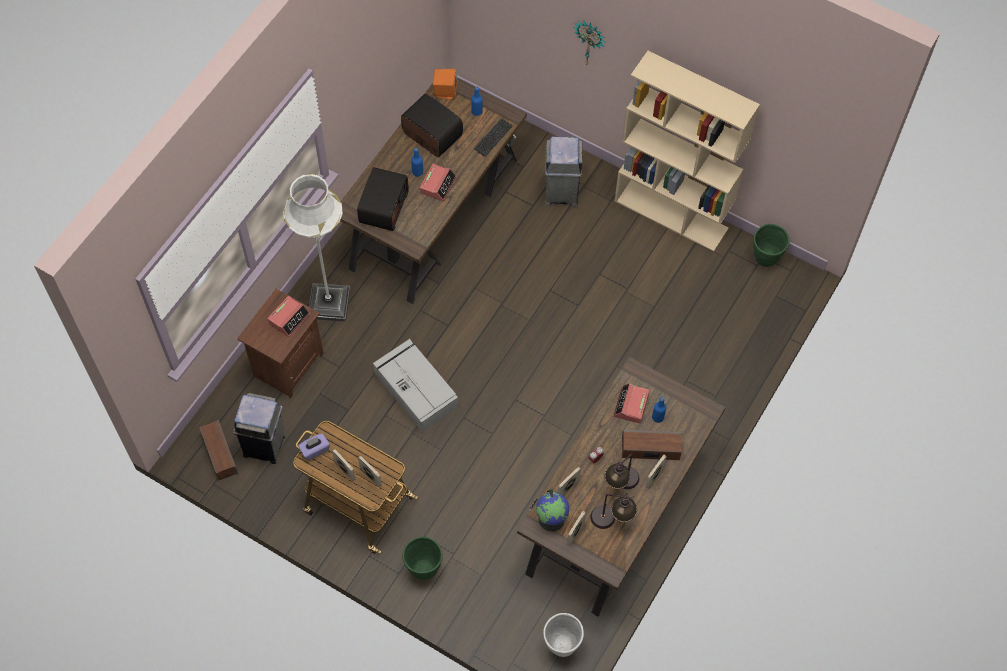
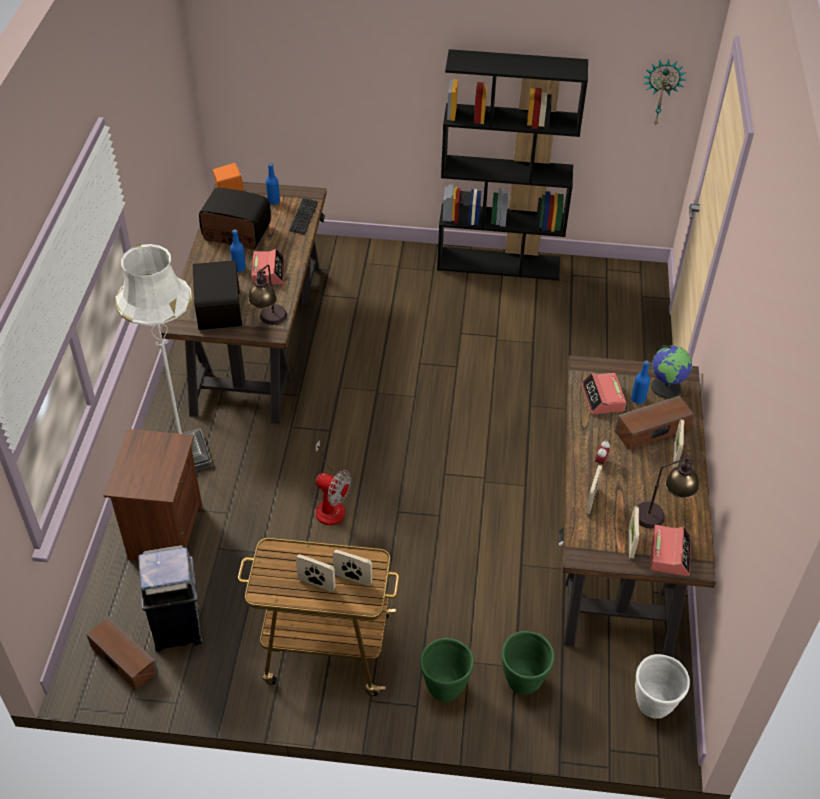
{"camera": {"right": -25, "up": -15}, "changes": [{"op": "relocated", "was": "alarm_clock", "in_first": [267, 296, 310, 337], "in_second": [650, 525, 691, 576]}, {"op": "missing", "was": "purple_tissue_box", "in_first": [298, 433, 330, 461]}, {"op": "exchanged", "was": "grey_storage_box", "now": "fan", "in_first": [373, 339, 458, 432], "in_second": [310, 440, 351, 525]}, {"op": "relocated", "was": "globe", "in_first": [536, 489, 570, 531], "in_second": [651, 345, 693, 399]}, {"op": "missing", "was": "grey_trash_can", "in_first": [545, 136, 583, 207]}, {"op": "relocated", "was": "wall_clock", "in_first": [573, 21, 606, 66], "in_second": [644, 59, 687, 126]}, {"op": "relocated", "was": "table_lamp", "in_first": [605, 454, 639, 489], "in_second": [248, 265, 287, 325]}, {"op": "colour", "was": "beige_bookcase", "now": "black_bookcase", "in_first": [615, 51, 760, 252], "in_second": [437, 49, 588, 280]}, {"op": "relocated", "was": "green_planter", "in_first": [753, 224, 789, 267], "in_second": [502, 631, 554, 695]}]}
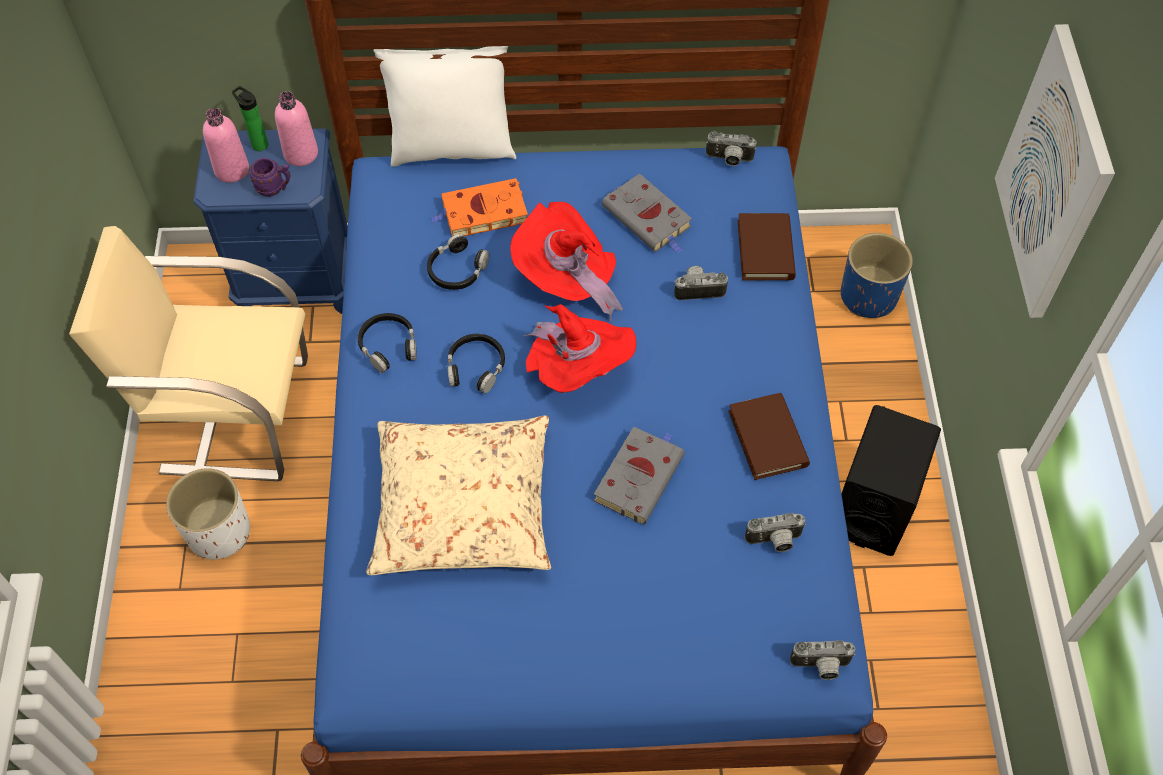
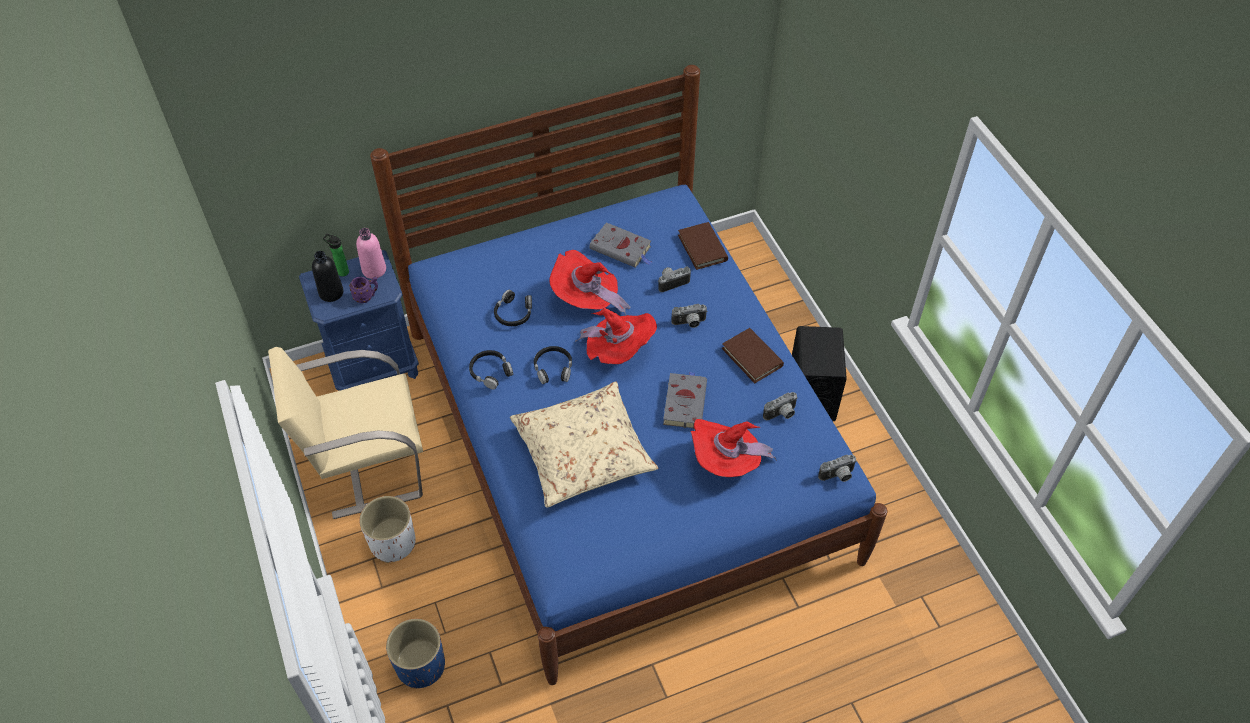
{"camera": {"right": -20, "up": -5}, "changes": [{"op": "colour", "was": "pink_bottle", "now": "black_bottle", "in_first": [203, 108, 249, 183], "in_second": [312, 251, 344, 302]}, {"op": "missing", "was": "white_pillow", "in_first": [373, 46, 516, 167]}, {"op": "missing", "was": "orange_book", "in_first": [431, 178, 528, 236]}, {"op": "relocated", "was": "photo_camera", "in_first": [706, 131, 756, 166], "in_second": [671, 304, 708, 328]}, {"op": "relocated", "was": "blue_planter", "in_first": [841, 233, 913, 318], "in_second": [386, 619, 445, 688]}, {"op": "missing", "was": "picture", "in_first": [995, 24, 1115, 318]}, {"op": "appeared", "now": "red_hat", "in_second": [691, 419, 777, 477]}]}
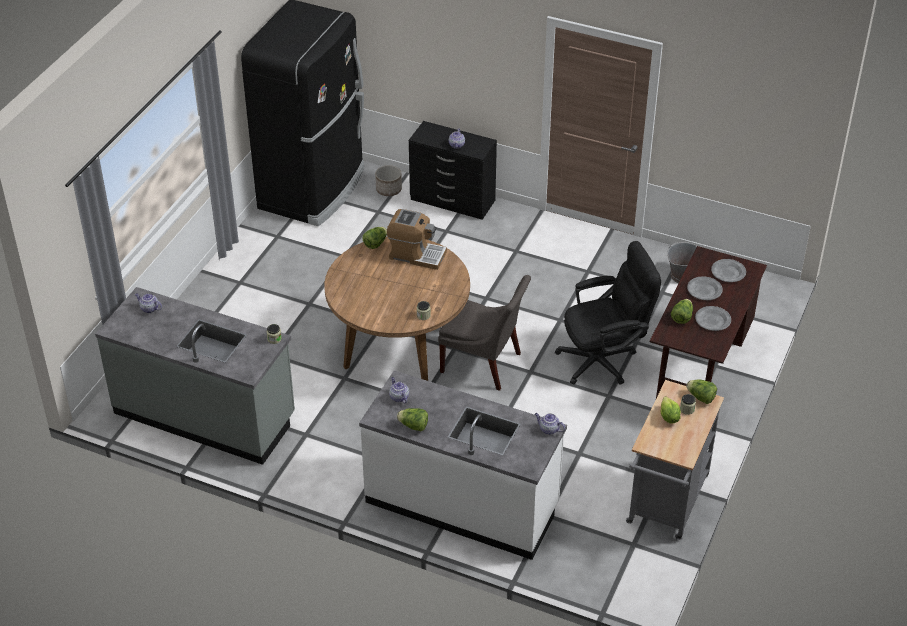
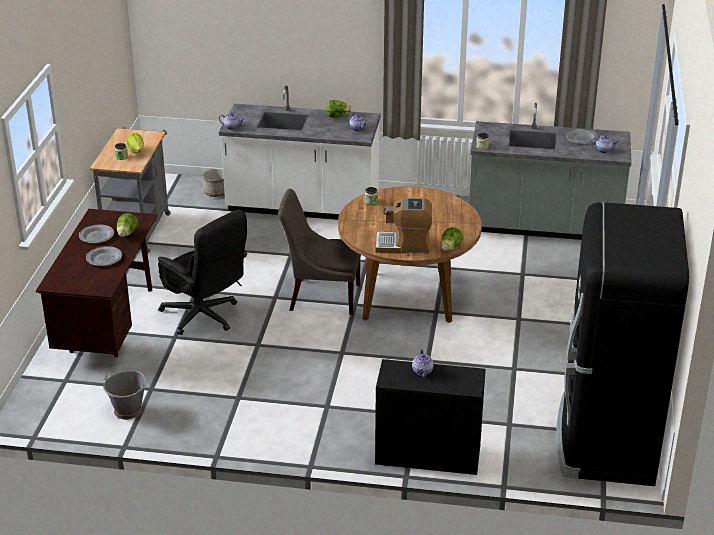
{"camera": {"right": 165, "up": -10}, "changes": [{"op": "relocated", "was": "planter", "in_first": [375, 165, 402, 196], "in_second": [203, 168, 225, 197]}, {"op": "spun", "was": "black_office_chair", "in_first": [555, 241, 661, 385], "in_second": [158, 210, 247, 335], "clockwise": -105}, {"op": "missing", "was": "lettuce", "in_first": [686, 379, 717, 404]}, {"op": "relocated", "was": "grey_plate", "in_first": [711, 259, 746, 282], "in_second": [566, 129, 598, 144]}]}
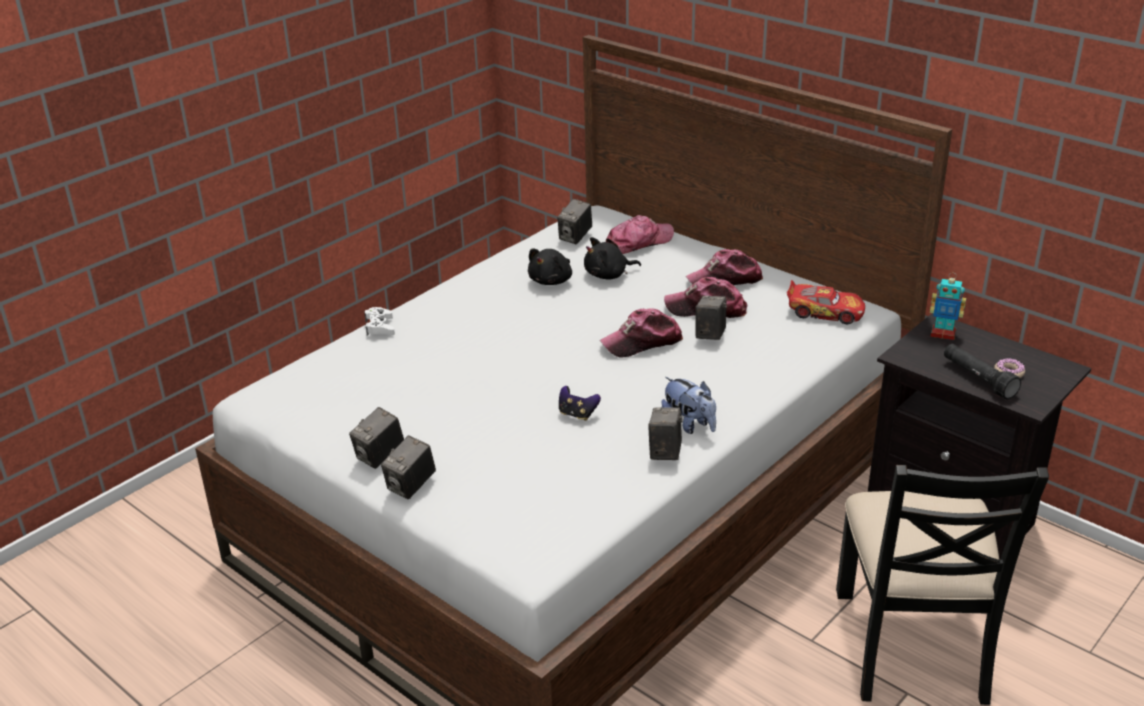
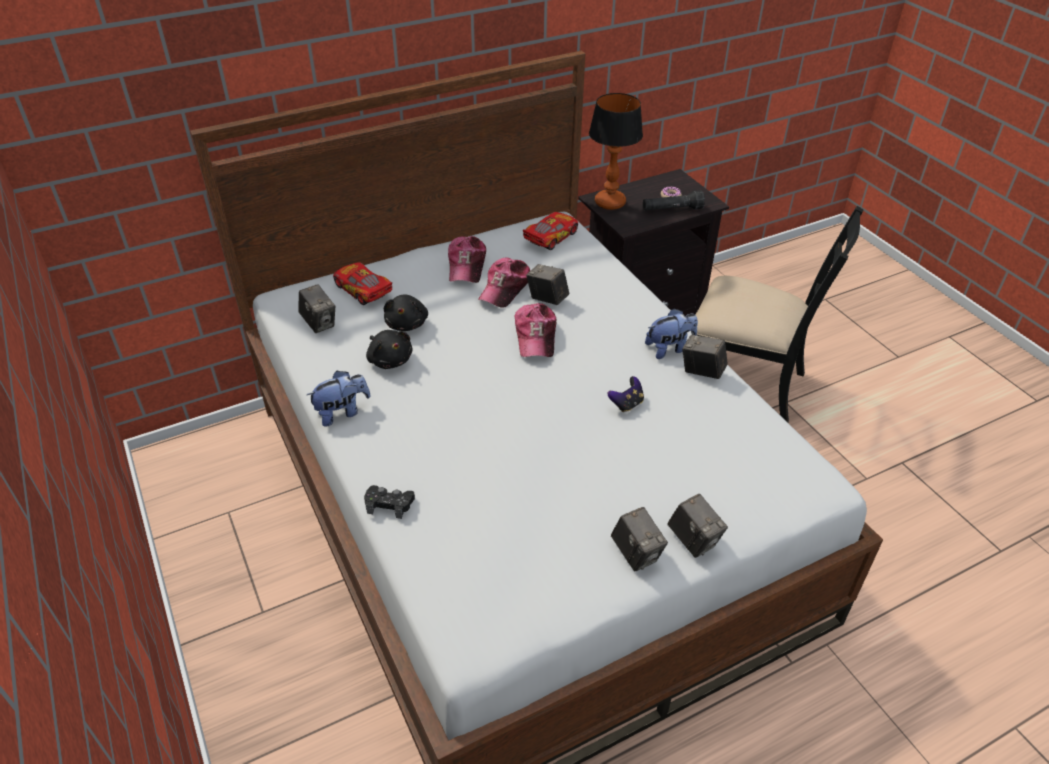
{"camera": {"right": -70, "up": 10}, "changes": [{"op": "colour", "was": "white_game_controller", "now": "black_game_controller", "in_first": [364, 307, 395, 336], "in_second": [364, 485, 415, 519]}, {"op": "exchanged", "was": "cap", "now": "toy_car", "in_first": [606, 215, 674, 254], "in_second": [333, 262, 392, 305]}, {"op": "exchanged", "was": "toy_robot", "now": "table_lamp", "in_first": [930, 272, 966, 340], "in_second": [589, 93, 643, 210]}, {"op": "appeared", "now": "plush_toy", "in_second": [307, 371, 371, 427]}]}
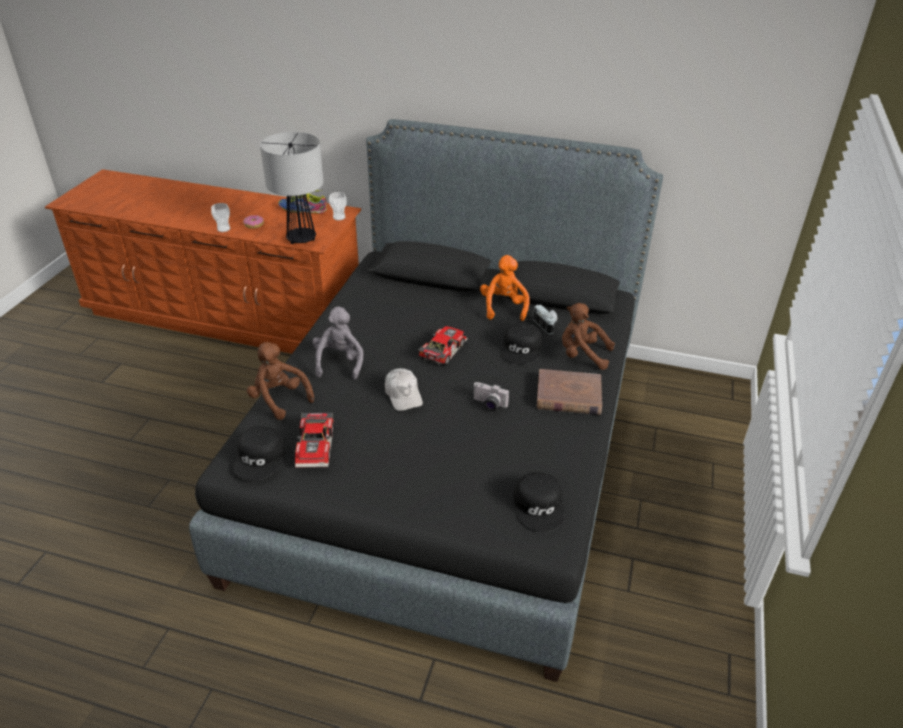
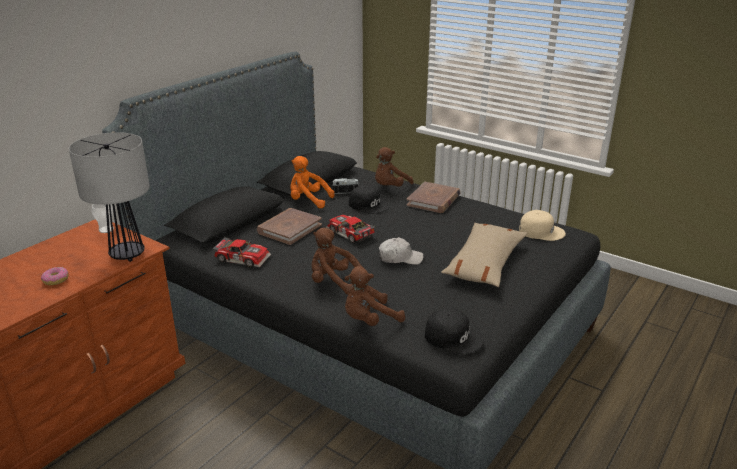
{"camera": {"right": -70, "up": -10}, "changes": [{"op": "missing", "was": "cup", "in_first": [211, 203, 230, 232]}, {"op": "missing", "was": "shoe", "in_first": [278, 190, 327, 214]}, {"op": "relocated", "was": "toy_car", "in_first": [295, 412, 334, 468], "in_second": [212, 237, 271, 267]}, {"op": "colour", "was": "grey_plush_toy", "now": "brown_plush_toy", "in_first": [312, 307, 363, 380], "in_second": [311, 228, 362, 295]}, {"op": "missing", "was": "photo_camera", "in_first": [473, 382, 509, 411]}, {"op": "colour", "was": "black_cap", "now": "beige_cap", "in_first": [513, 472, 565, 532], "in_second": [519, 210, 566, 241]}, {"op": "appeared", "now": "brown_book", "in_second": [257, 208, 322, 245]}, {"op": "appeared", "now": "beige_pillow", "in_second": [441, 223, 527, 287]}]}
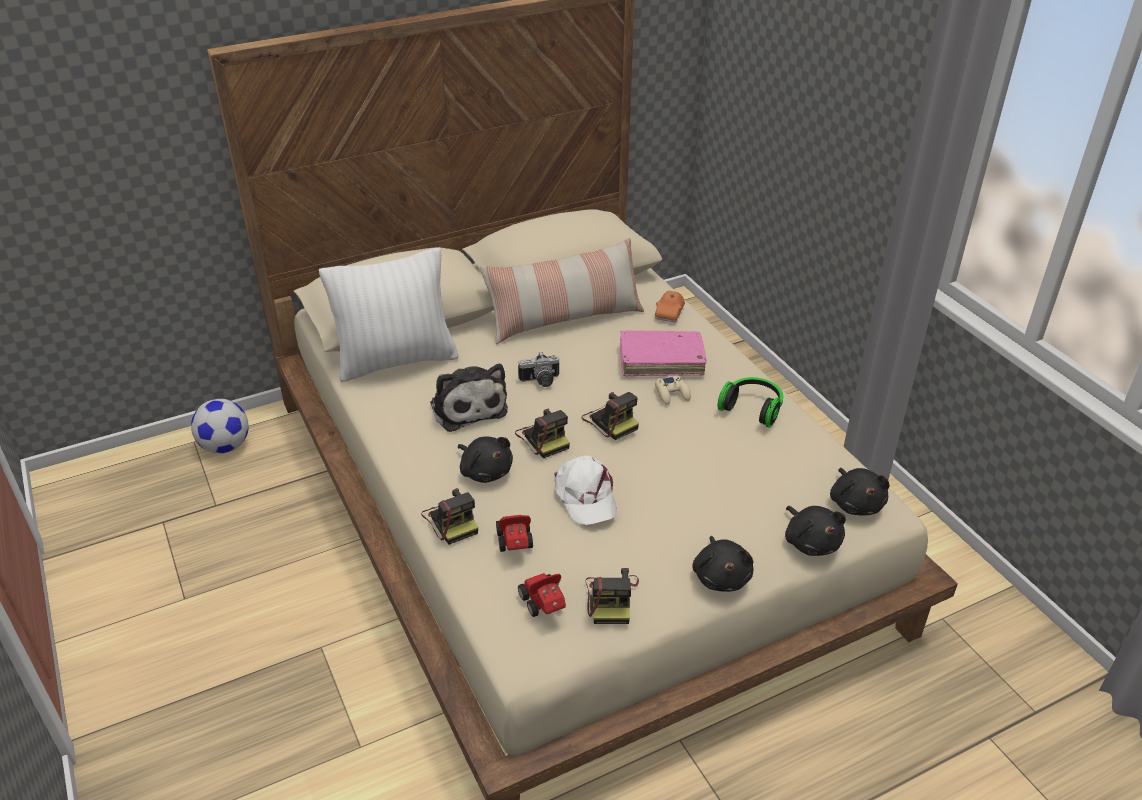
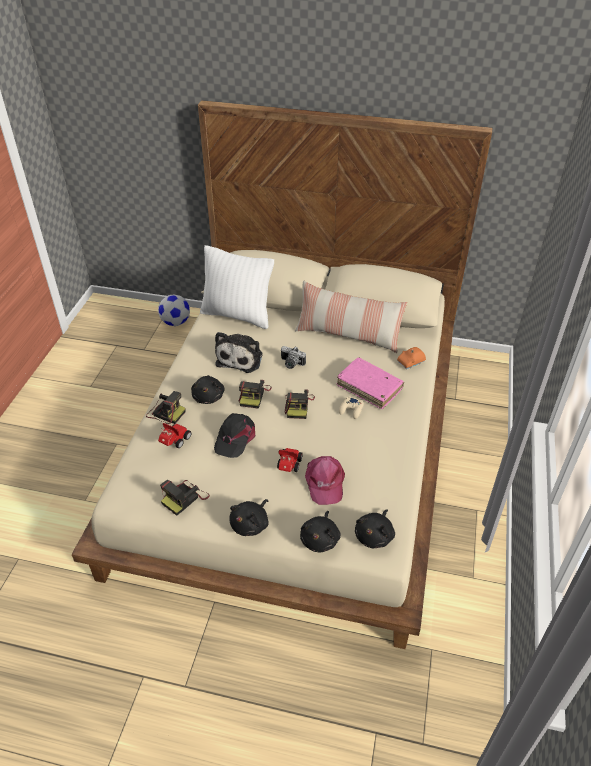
{"camera": {"right": 40, "up": 5}, "changes": [{"op": "spun", "was": "photo_camera", "in_first": [422, 488, 478, 545], "in_second": [146, 391, 186, 424], "clockwise": -75}, {"op": "relocated", "was": "toy_car", "in_first": [518, 573, 566, 617], "in_second": [277, 448, 303, 472]}, {"op": "colour", "was": "white_cap", "now": "black_cap", "in_first": [554, 455, 616, 525], "in_second": [214, 413, 256, 458]}, {"op": "missing", "was": "headphones", "in_first": [718, 377, 783, 428]}, {"op": "appeared", "now": "pink_cap", "in_second": [305, 456, 345, 505]}]}
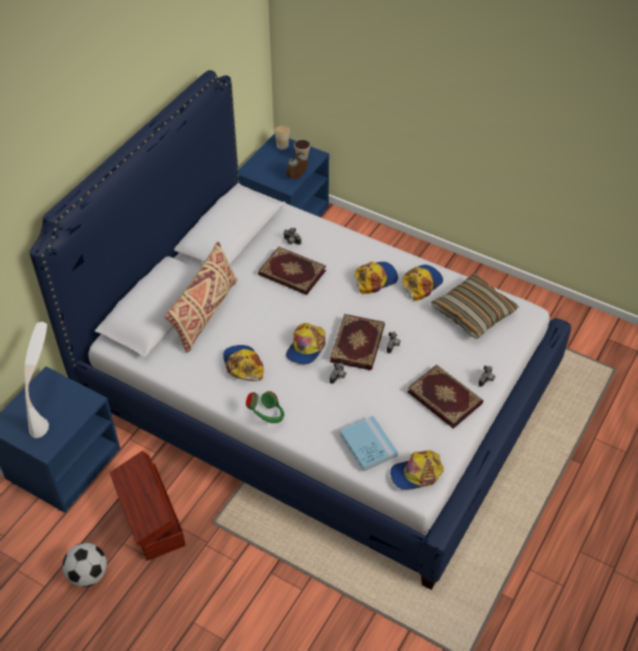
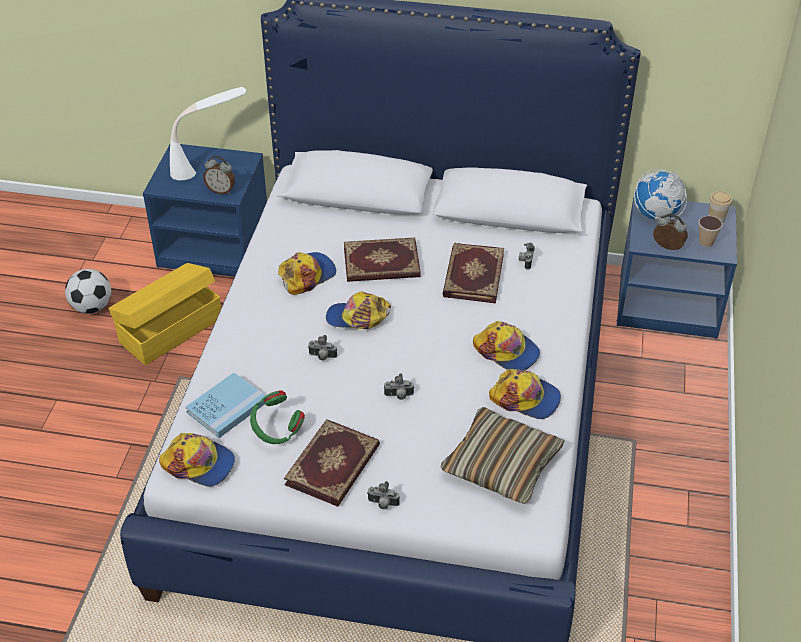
{"camera": {"right": 70, "up": -5}, "changes": [{"op": "colour", "was": "brown_storage_box", "now": "yellow_storage_box", "in_first": [110, 451, 186, 561], "in_second": [108, 263, 221, 365]}, {"op": "missing", "was": "beige_pillow", "in_first": [165, 241, 237, 352]}, {"op": "relocated", "was": "green_headphones", "in_first": [246, 391, 284, 423], "in_second": [250, 390, 305, 444]}, {"op": "relocated", "was": "book", "in_first": [330, 314, 385, 370], "in_second": [344, 237, 421, 282]}, {"op": "spun", "was": "cap", "in_first": [390, 450, 444, 490], "in_second": [159, 433, 235, 487], "clockwise": 150}, {"op": "appeared", "now": "alarm_clock", "in_second": [203, 156, 235, 194]}, {"op": "appeared", "now": "globe", "in_second": [634, 169, 687, 221]}]}
